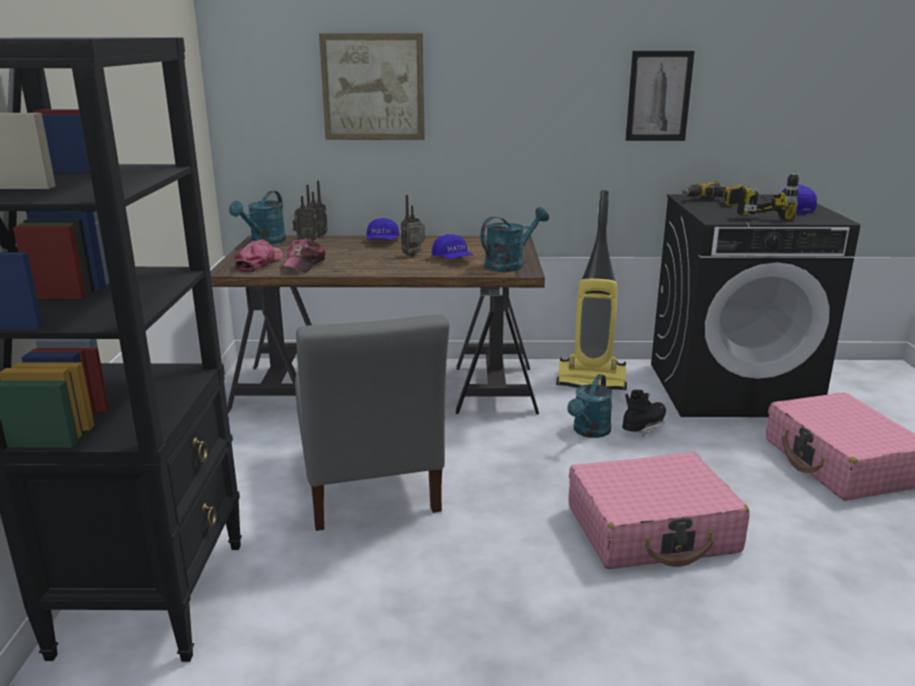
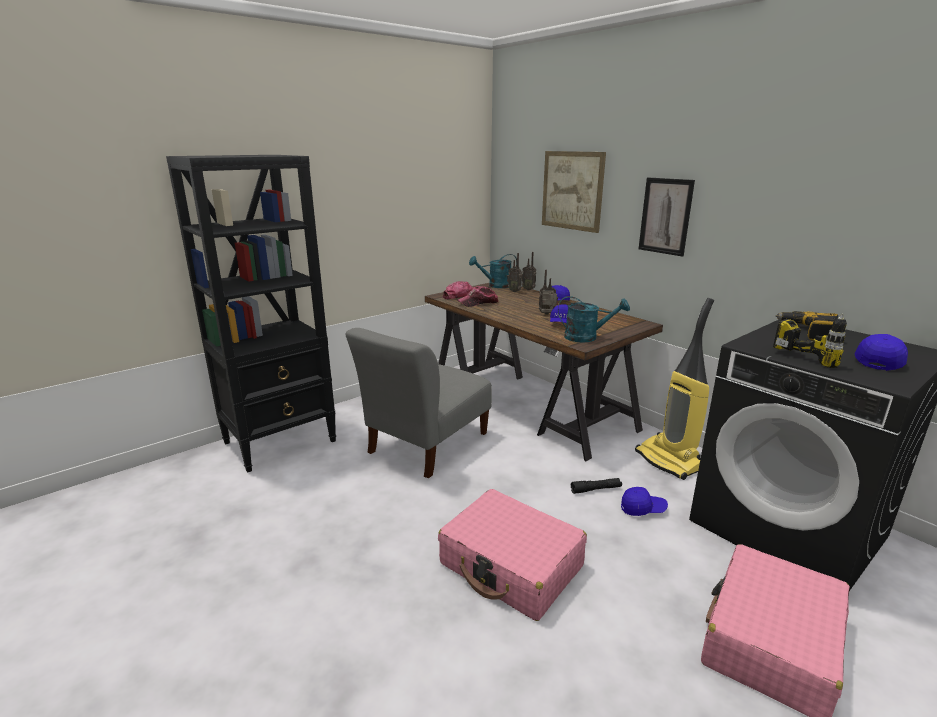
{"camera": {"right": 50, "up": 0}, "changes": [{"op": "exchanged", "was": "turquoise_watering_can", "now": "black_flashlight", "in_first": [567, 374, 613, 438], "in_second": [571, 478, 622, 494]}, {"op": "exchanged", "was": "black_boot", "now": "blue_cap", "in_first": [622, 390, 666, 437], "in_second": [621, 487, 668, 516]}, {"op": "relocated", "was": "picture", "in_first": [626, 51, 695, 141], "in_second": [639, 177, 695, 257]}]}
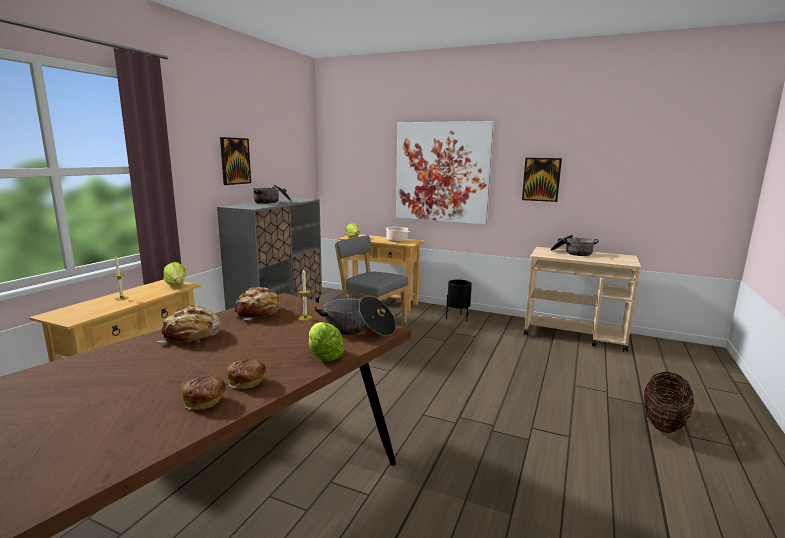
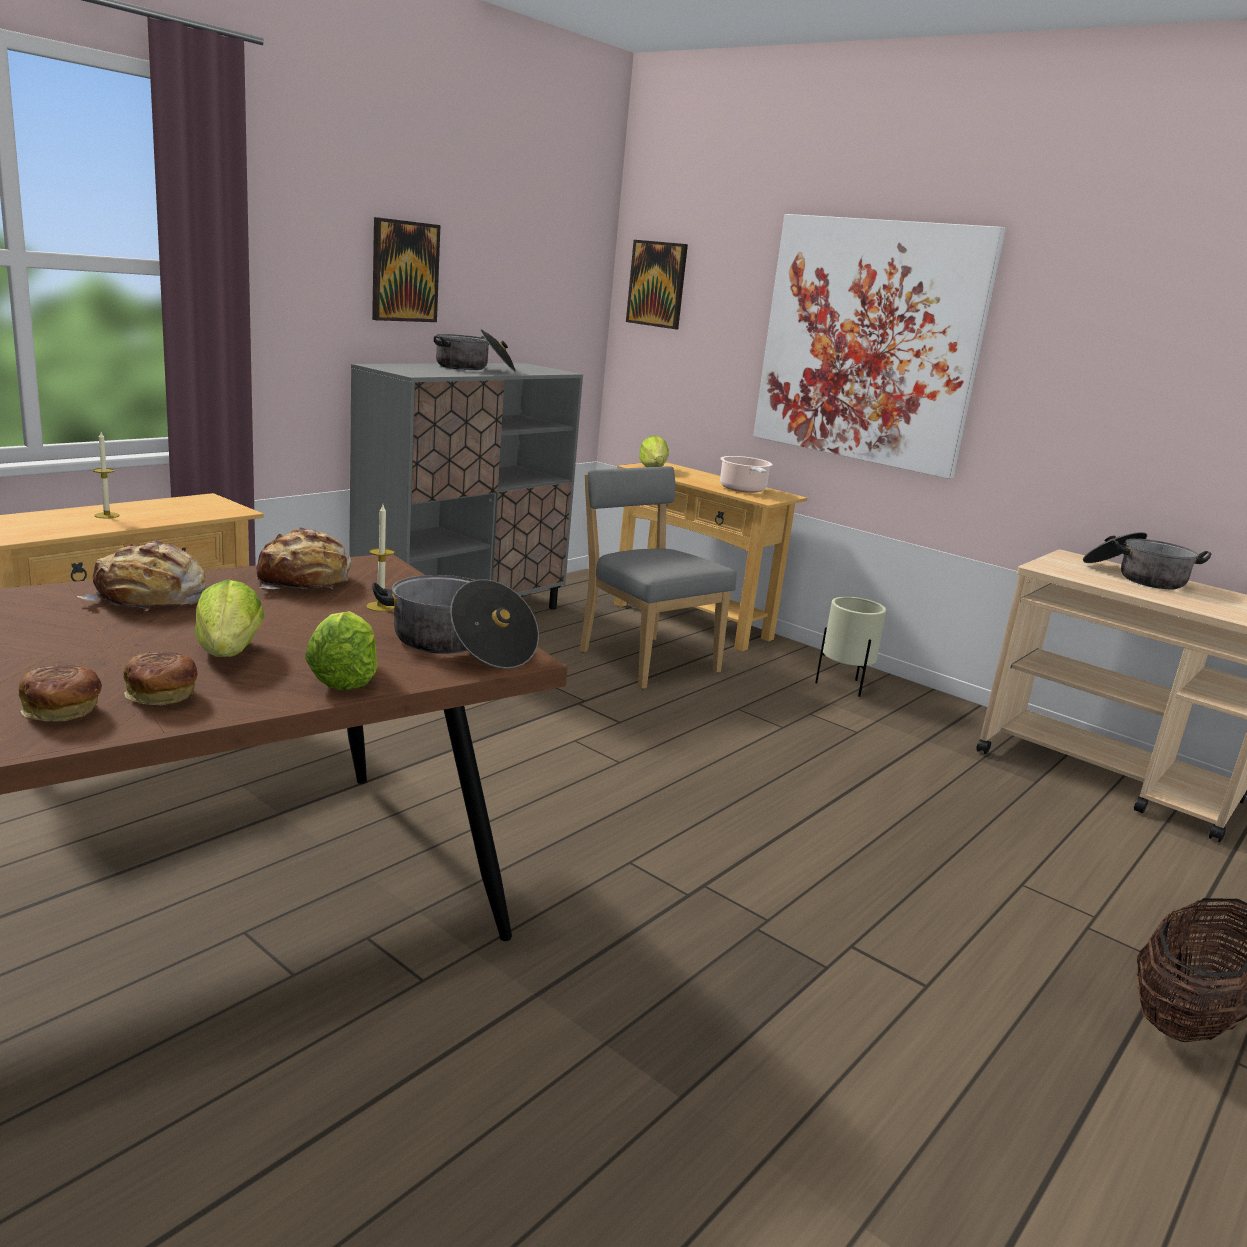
{"camera": {"right": 15, "up": 5}, "changes": [{"op": "relocated", "was": "lettuce", "in_first": [163, 262, 186, 286], "in_second": [195, 580, 264, 657]}, {"op": "colour", "was": "black_planter", "now": "beige_planter", "in_first": [446, 279, 472, 321], "in_second": [815, 597, 886, 697]}, {"op": "relocated", "was": "picture", "in_first": [522, 158, 562, 202], "in_second": [626, 240, 688, 329]}]}
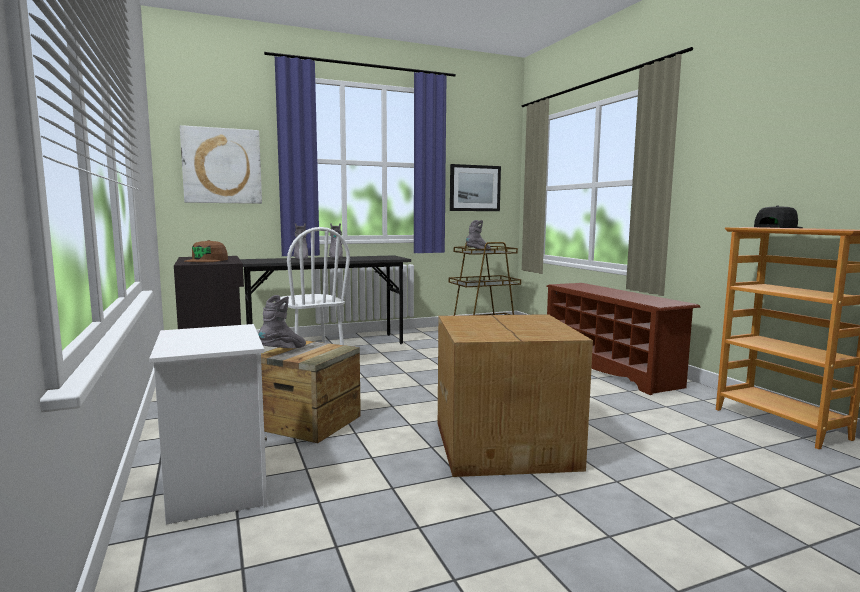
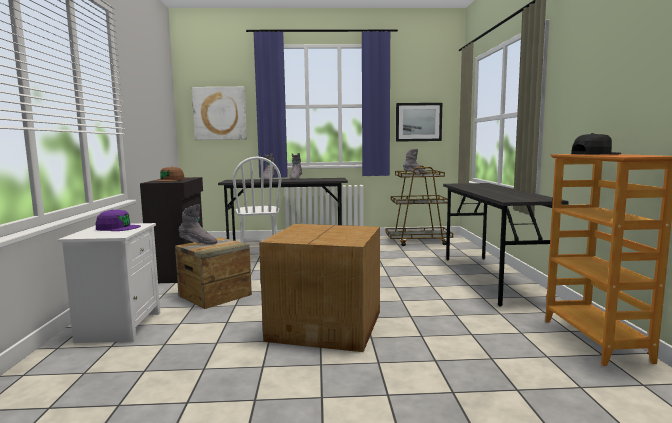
{"camera": {"right": 20, "up": 0}, "changes": [{"op": "spun", "was": "grey_boot", "in_first": [258, 295, 306, 348], "in_second": [179, 204, 217, 244], "clockwise": 45}, {"op": "exchanged", "was": "brown_shoe_rack", "now": "grey_desk", "in_first": [546, 283, 701, 395], "in_second": [443, 183, 569, 307]}, {"op": "appeared", "now": "purple_cap", "in_second": [96, 210, 141, 231]}]}
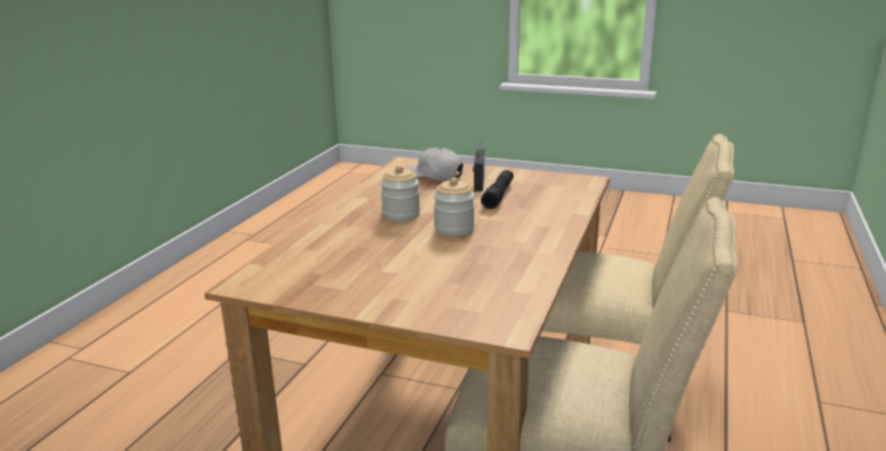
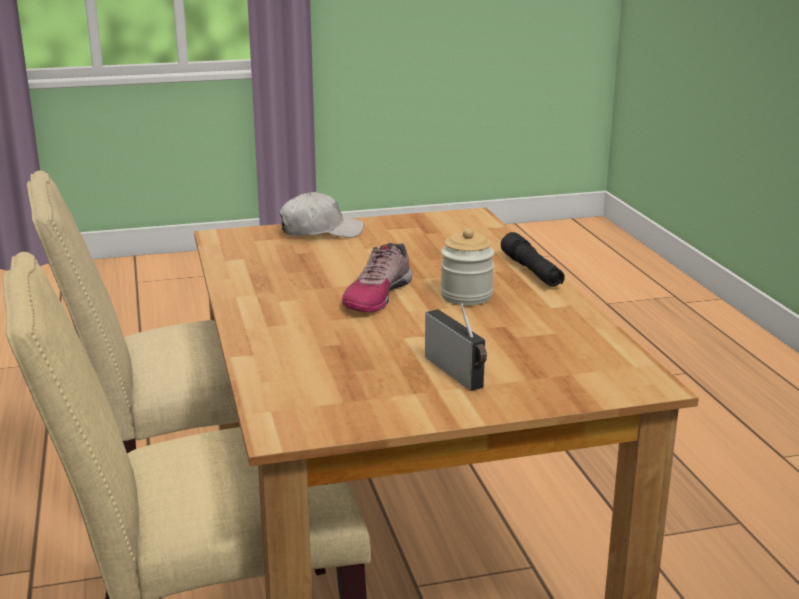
{"camera": {"right": 145, "up": 0}, "changes": [{"op": "relocated", "was": "white_cap", "in_first": [404, 147, 463, 180], "in_second": [280, 192, 364, 238]}, {"op": "exchanged", "was": "jar", "now": "shoe", "in_first": [434, 177, 475, 236], "in_second": [342, 243, 412, 312]}, {"op": "relocated", "was": "black_flashlight", "in_first": [481, 170, 514, 209], "in_second": [501, 232, 565, 287]}]}
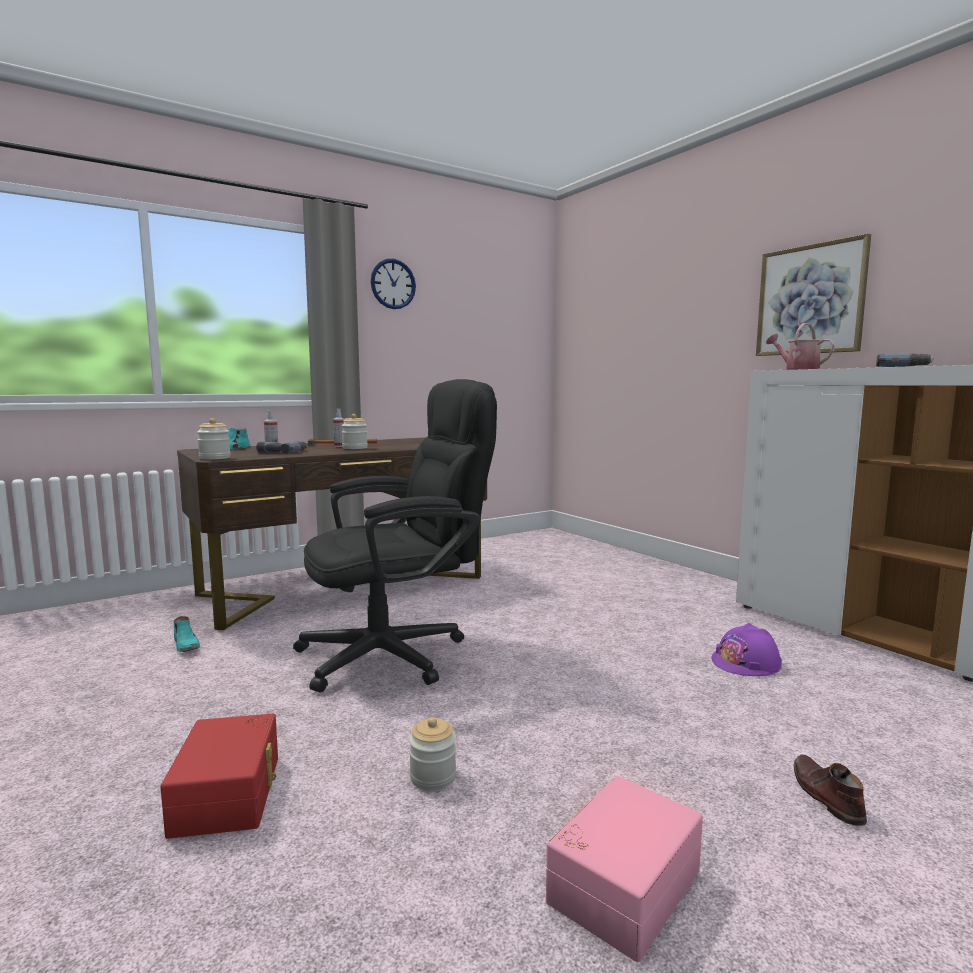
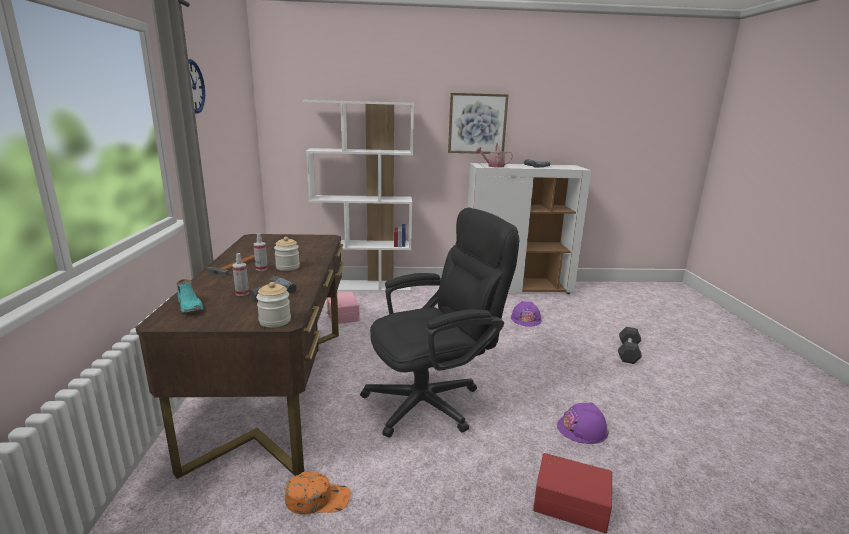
{"camera": {"right": -60, "up": 10}, "changes": [{"op": "exchanged", "was": "turquoise_shoe", "now": "orange_cap", "in_first": [174, 616, 200, 652], "in_second": [285, 472, 351, 514]}, {"op": "spun", "was": "black_office_chair", "in_first": [293, 379, 497, 692], "in_second": [360, 208, 519, 437], "clockwise": 60}, {"op": "exchanged", "was": "jar", "now": "purple_hard_hat", "in_first": [409, 717, 456, 791], "in_second": [557, 402, 609, 444]}, {"op": "relocated", "was": "pink_storage_box", "in_first": [546, 776, 703, 962], "in_second": [327, 291, 360, 324]}, {"op": "exchanged", "was": "brown_shoe", "now": "grey_dumbbell", "in_first": [794, 754, 867, 826], "in_second": [618, 327, 642, 364]}, {"op": "appeared", "now": "white_bookcase", "in_second": [303, 100, 414, 292]}]}
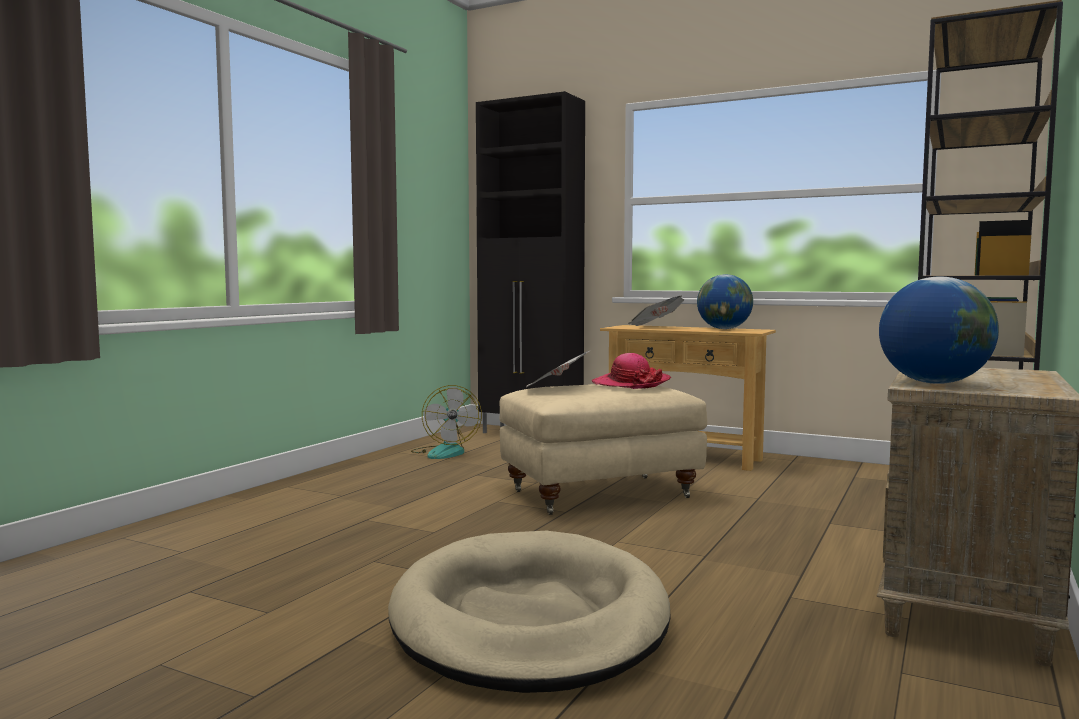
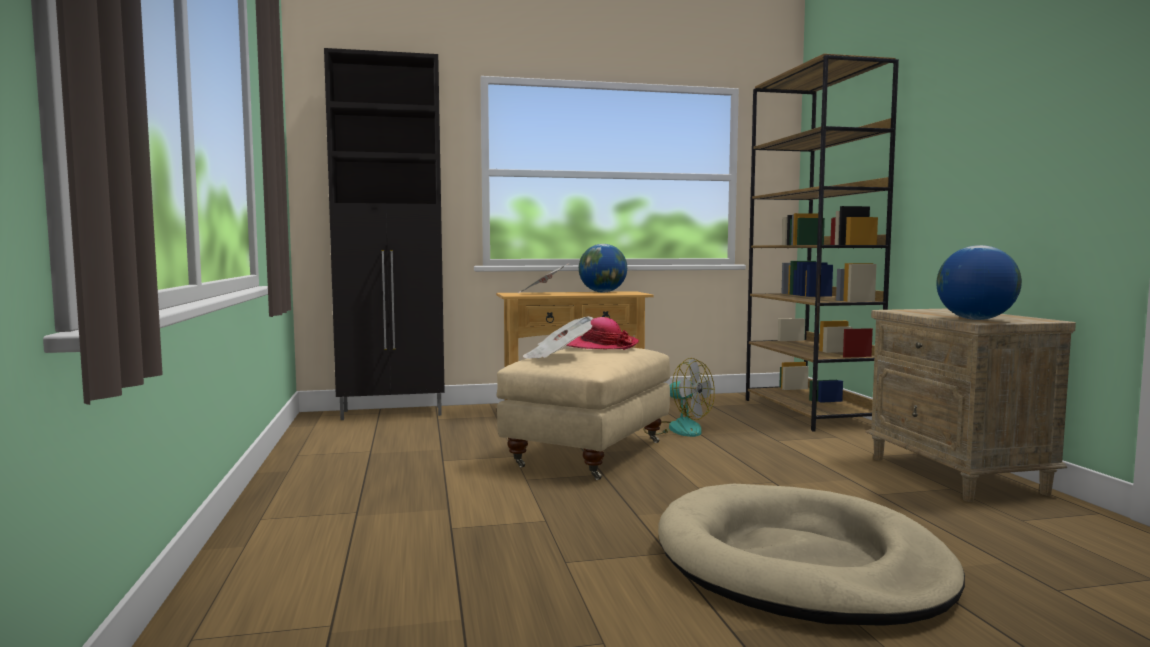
{"camera": {"right": -40, "up": 0}, "changes": [{"op": "relocated", "was": "fan", "in_first": [411, 385, 482, 459], "in_second": [643, 358, 715, 437]}]}
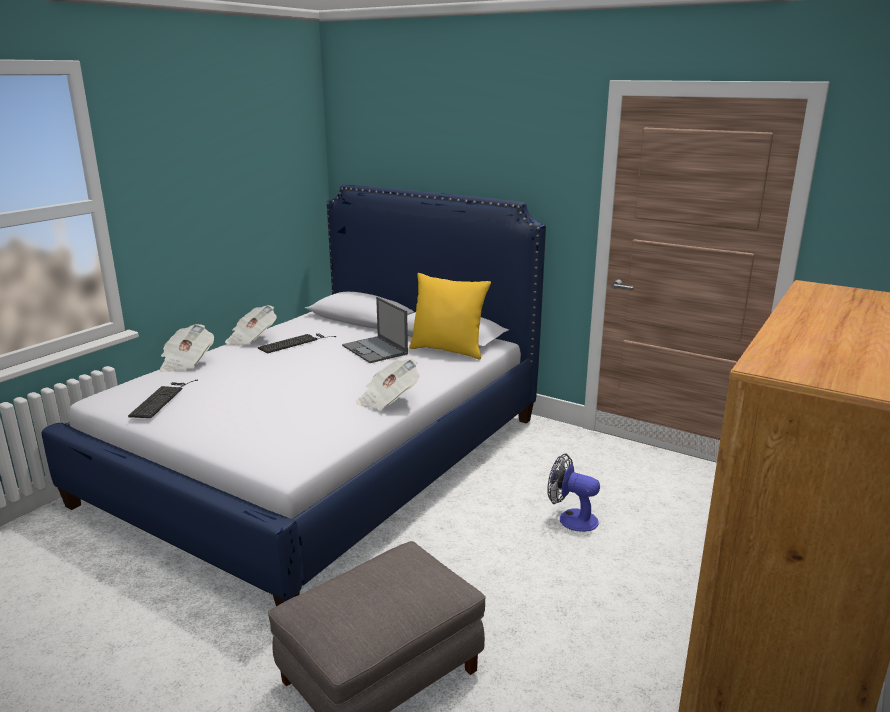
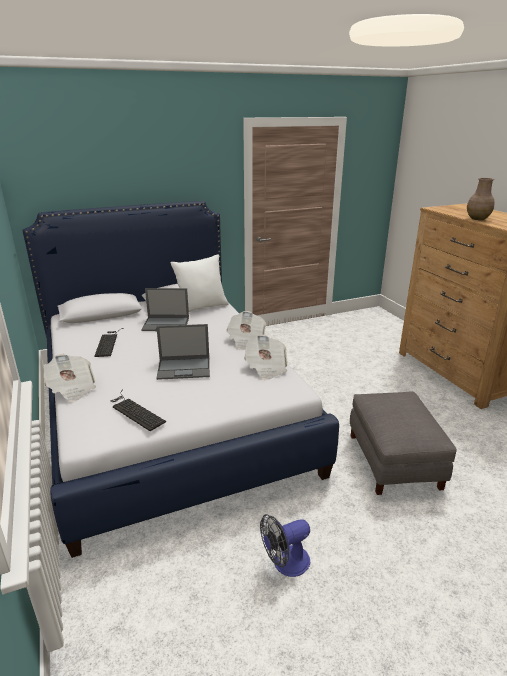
{"camera": {"right": -55, "up": 5}, "changes": [{"op": "relocated", "was": "newspaper", "in_first": [225, 305, 277, 345], "in_second": [244, 335, 288, 380]}, {"op": "colour", "was": "yellow_pillow", "now": "white_pillow", "in_first": [409, 273, 491, 359], "in_second": [171, 255, 229, 312]}, {"op": "relocated", "was": "fan", "in_first": [547, 453, 600, 532], "in_second": [260, 514, 310, 577]}, {"op": "appeared", "now": "laptop", "in_second": [156, 324, 210, 380]}, {"op": "appeared", "now": "brown_vase", "in_second": [467, 178, 494, 220]}]}
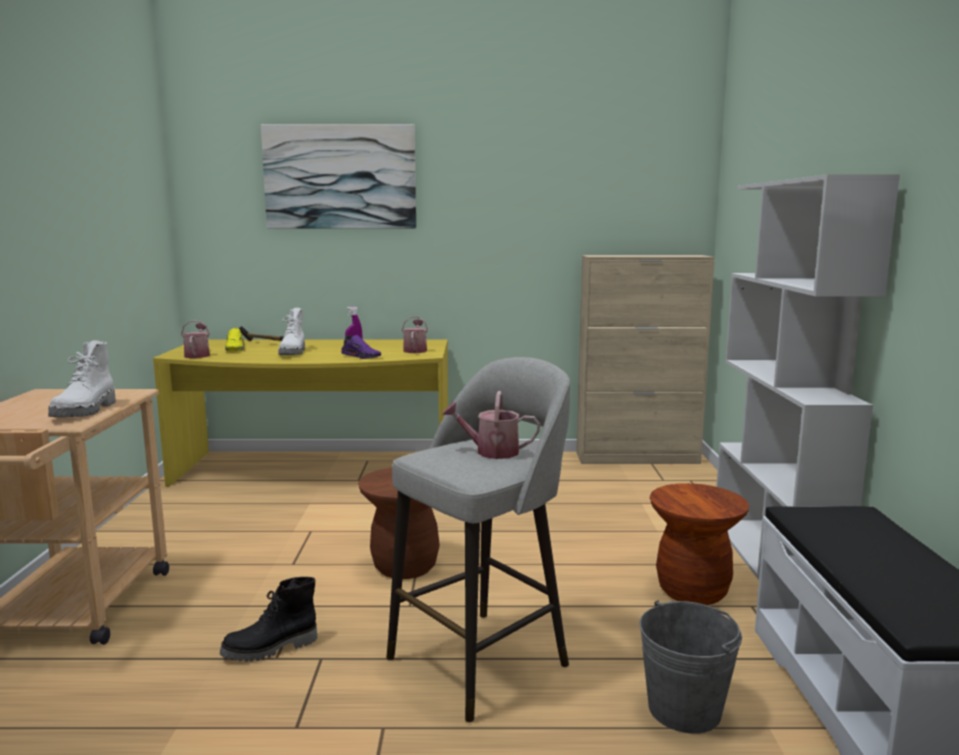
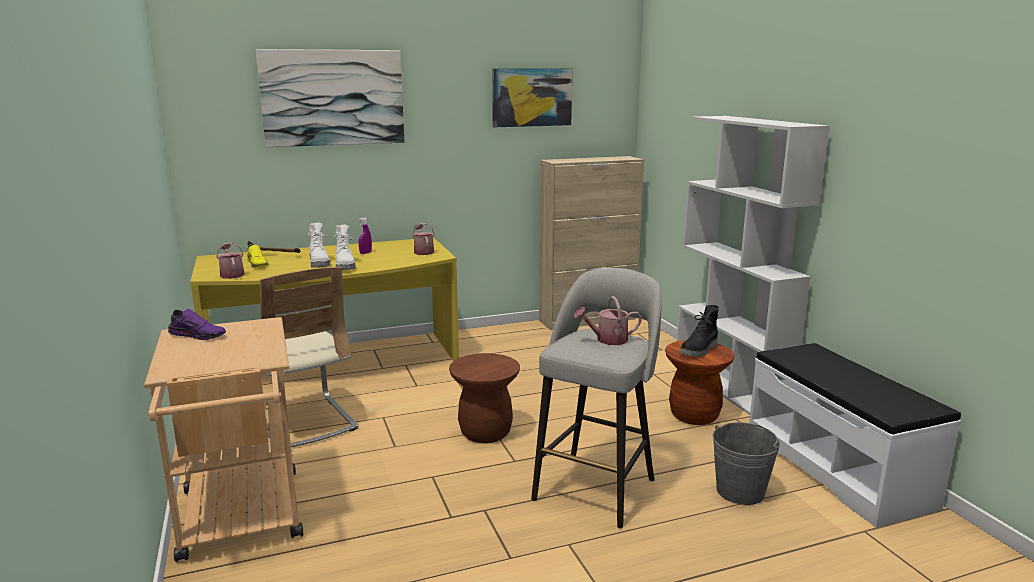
{"camera": {"right": -20, "up": 5}, "changes": [{"op": "relocated", "was": "white_boot", "in_first": [48, 340, 116, 417], "in_second": [334, 225, 356, 270]}, {"op": "relocated", "was": "black_boot", "in_first": [220, 577, 317, 662], "in_second": [680, 305, 719, 357]}, {"op": "relocated", "was": "purple_shoe", "in_first": [341, 335, 381, 359], "in_second": [168, 309, 226, 340]}, {"op": "appeared", "now": "beige_chair", "in_second": [260, 267, 359, 447]}, {"op": "appeared", "now": "picture", "in_second": [492, 68, 572, 127]}]}
